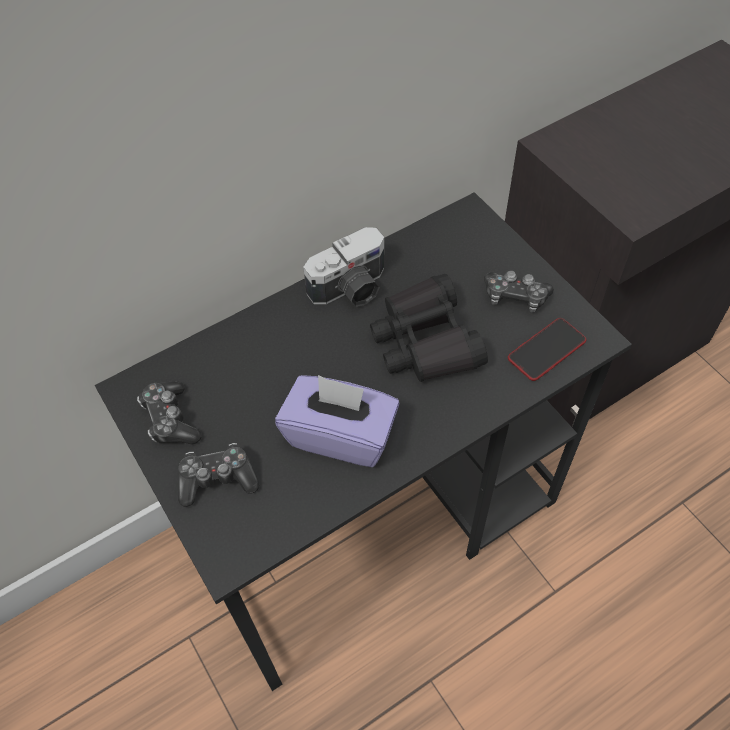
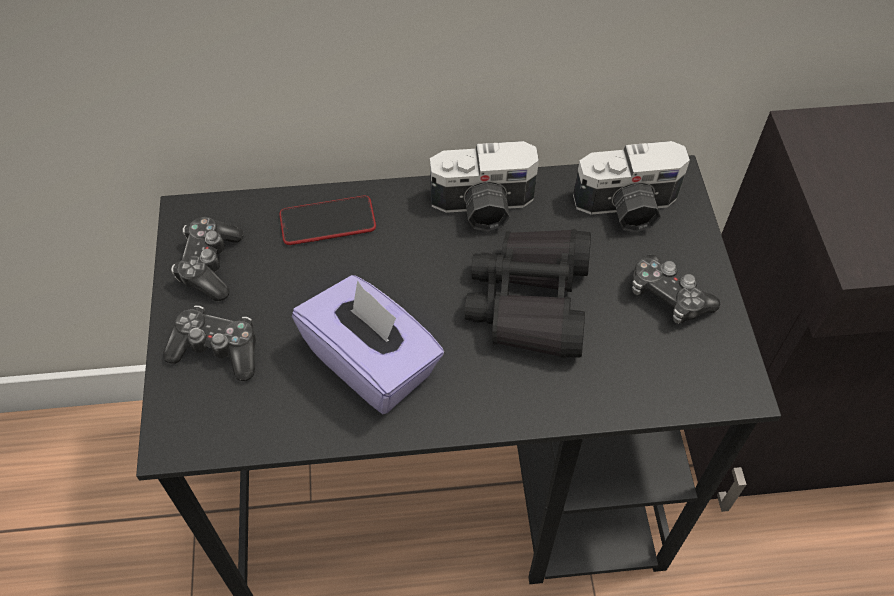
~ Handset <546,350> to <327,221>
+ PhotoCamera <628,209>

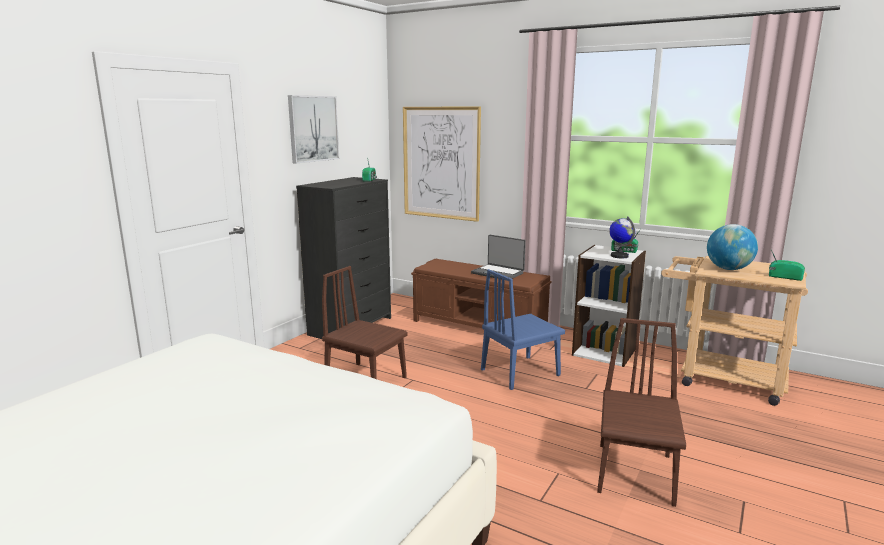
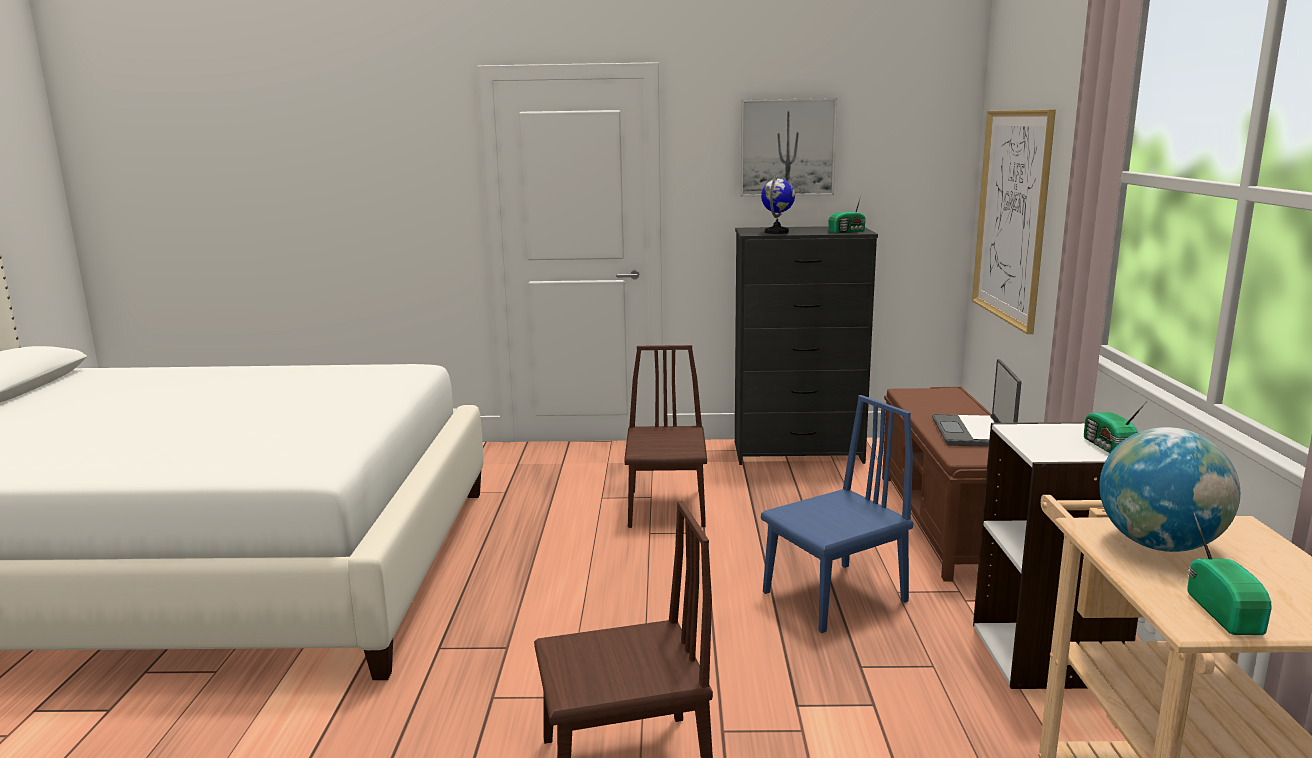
~ Globe <619,256> to <777,232>
~ BlueColouredPlainChair <520,372> = <834,597> 120 degrees clockwise

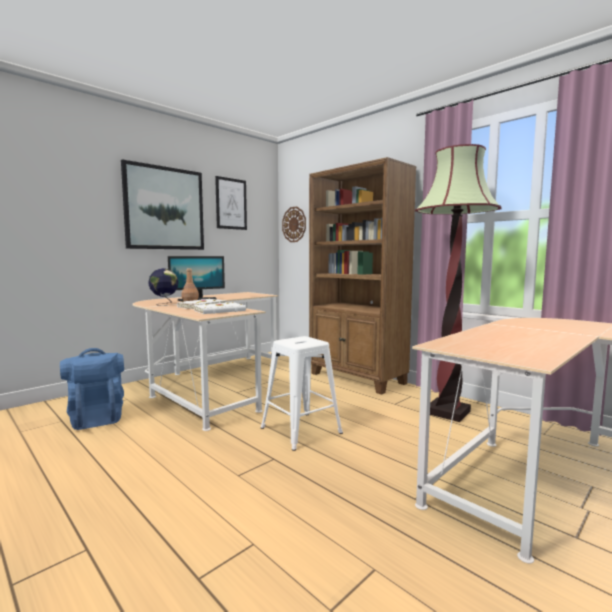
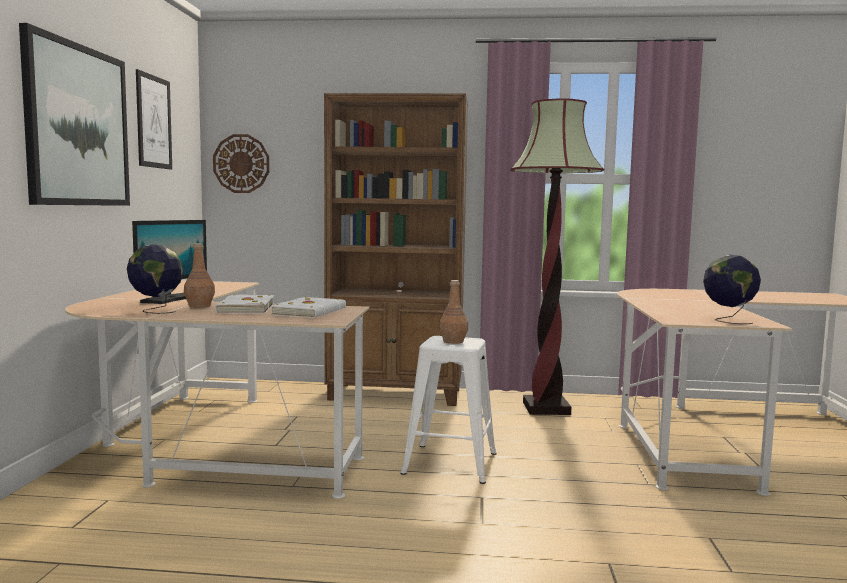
- BlueColouredKnapsack <96,417>
+ Globe <728,320>
+ BrownColouredBottle <453,341>

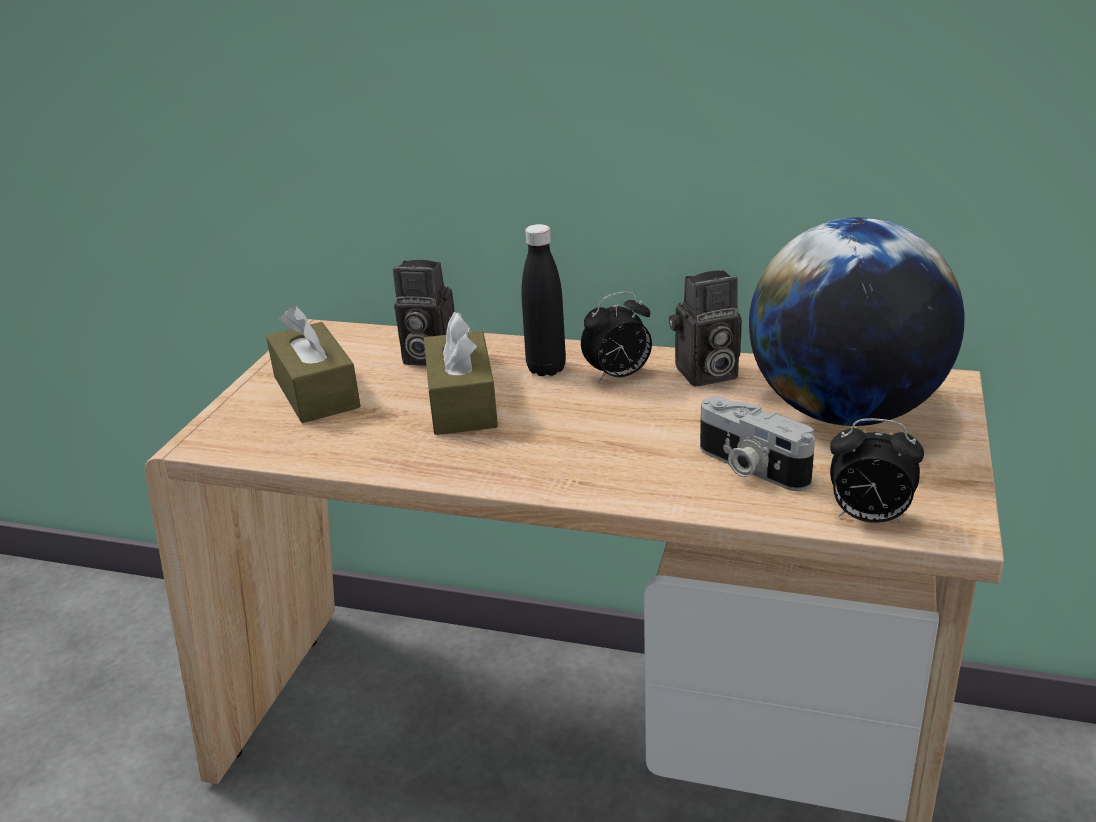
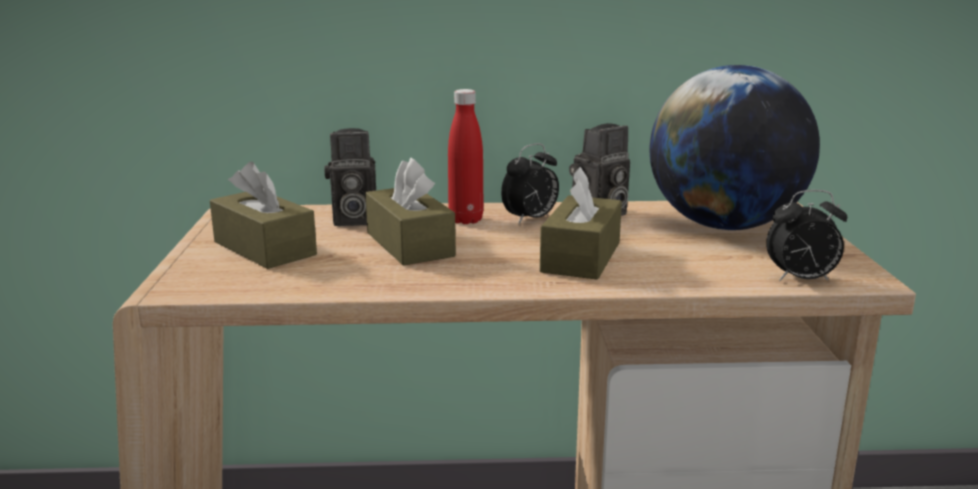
~ BlackishBottle <546,369> to RedColouredBottle <466,220>
- PhotoCamera <749,467>
+ BrownColouredBoxOfTissues <581,257>

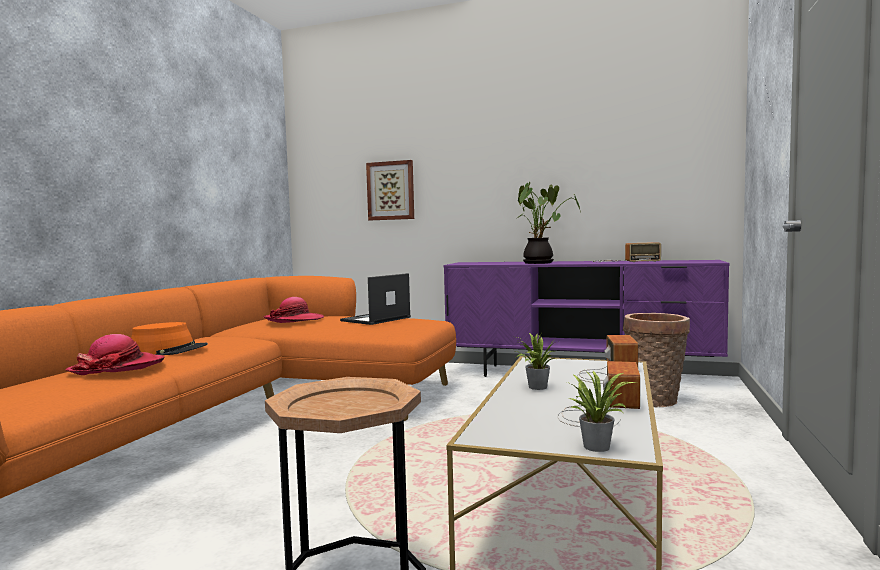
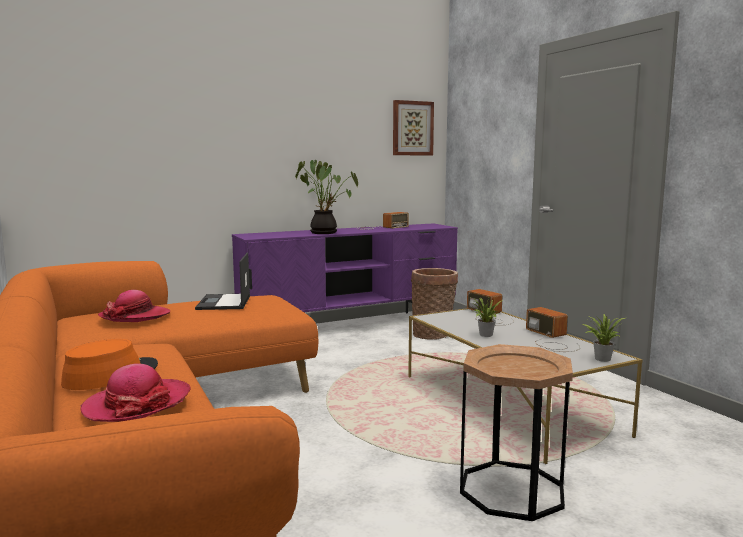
~ Picture <391,190> to <412,128>

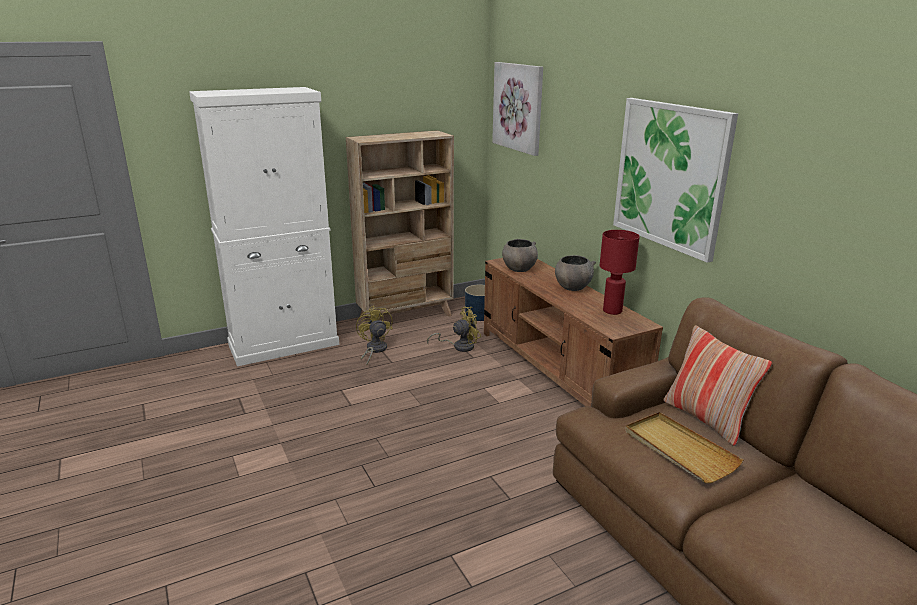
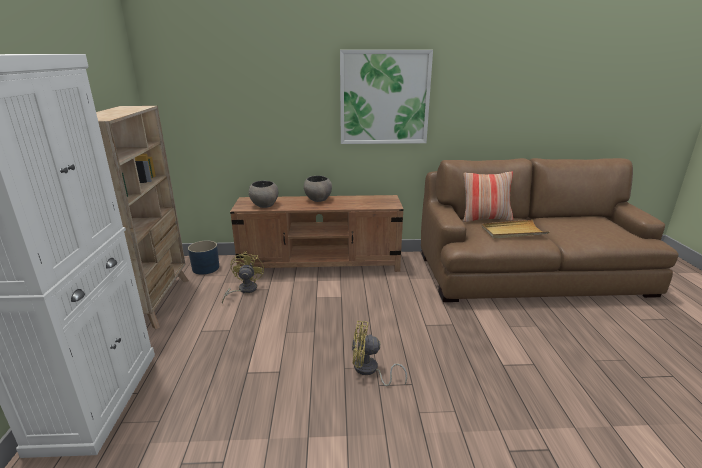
- Picture <518,107>
- RedColouredTabletopLamp <612,311>
~ YellowFan <374,350> to <369,371>

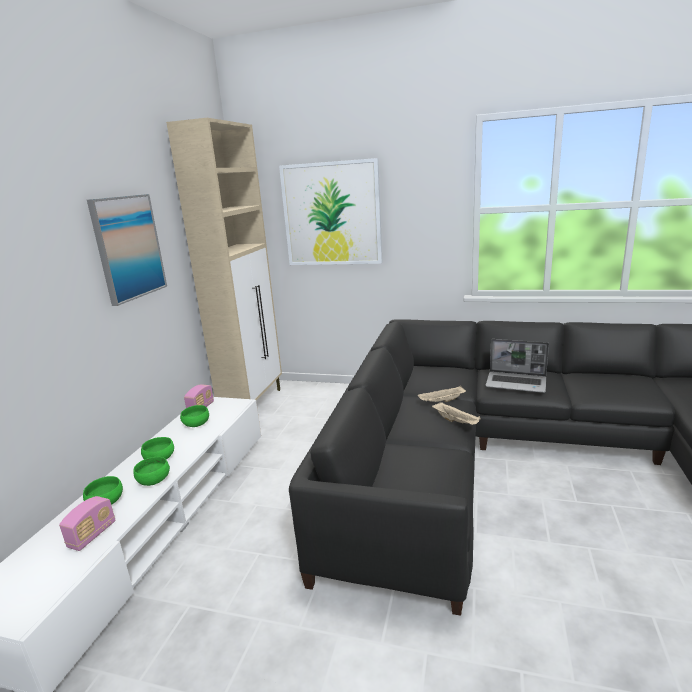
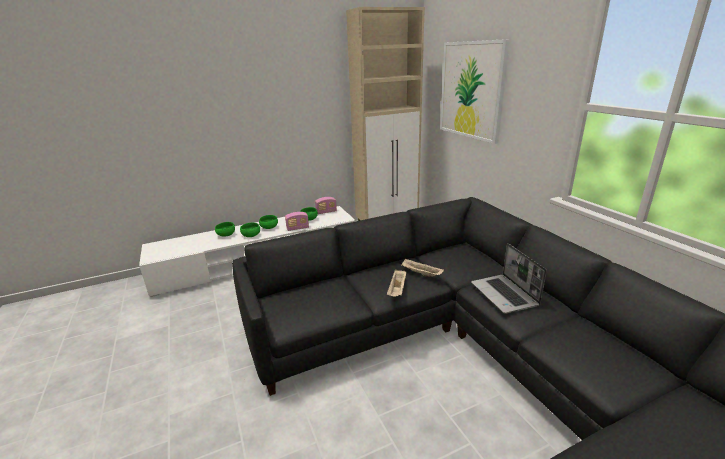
- Picture <128,247>
~ Radio <92,535> to <297,228>

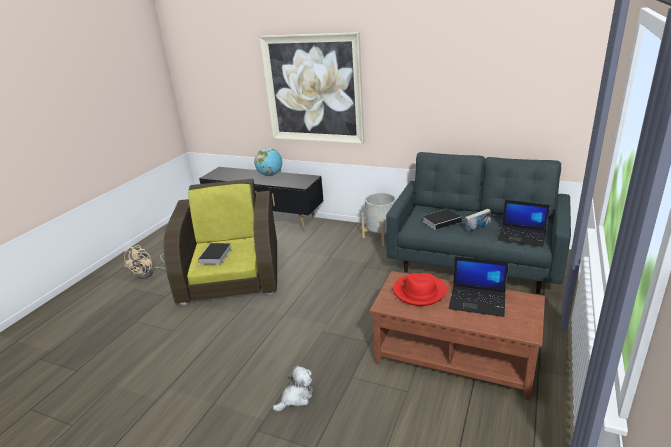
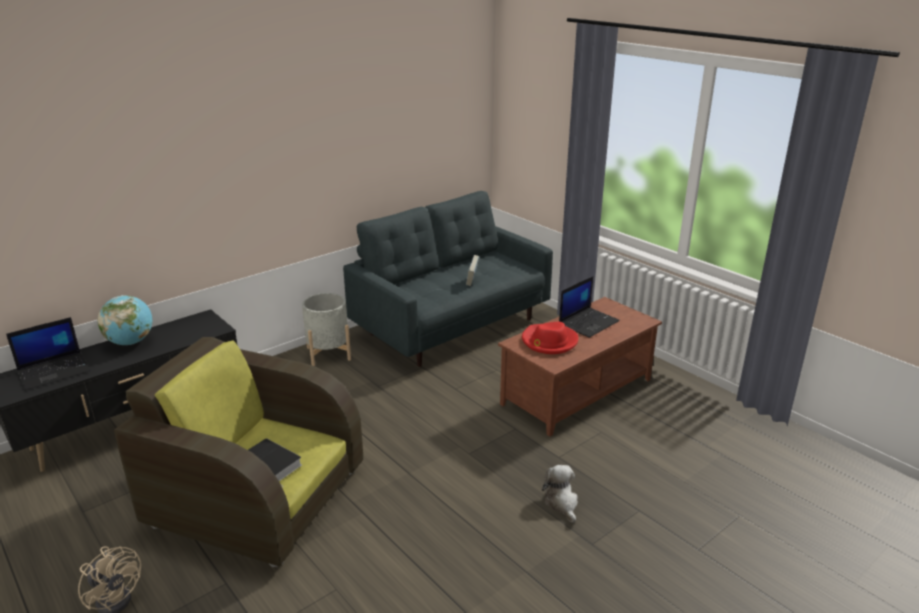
- Picture <313,89>
~ NotebookComputer <522,236> to <55,371>
- BoundBook <442,221>

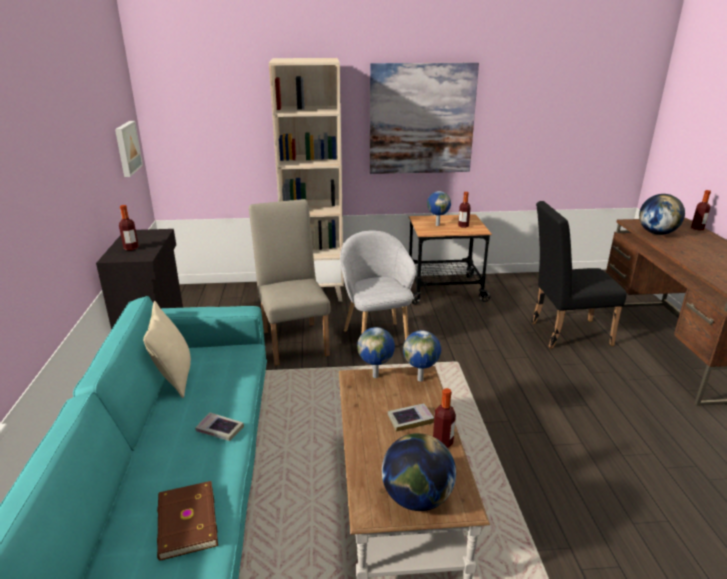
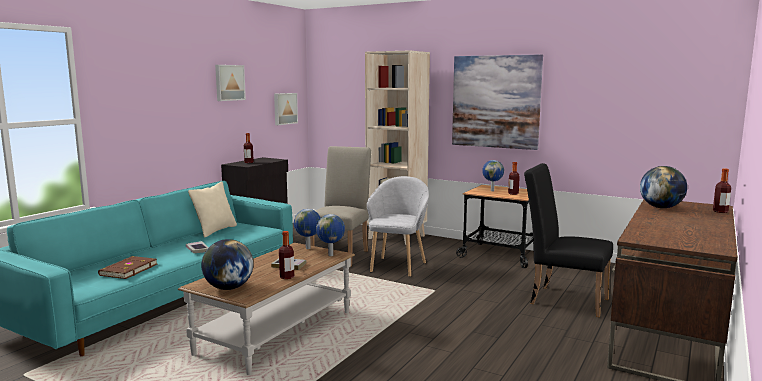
+ Picture <229,82>

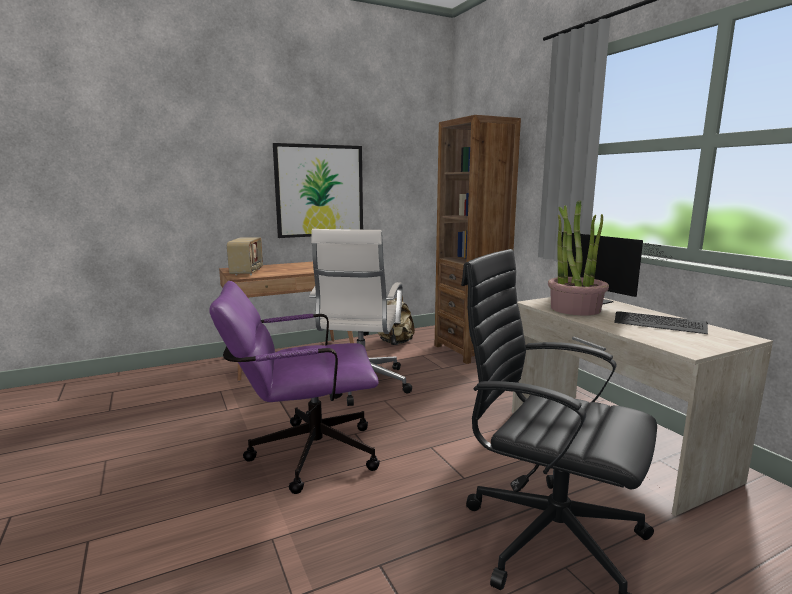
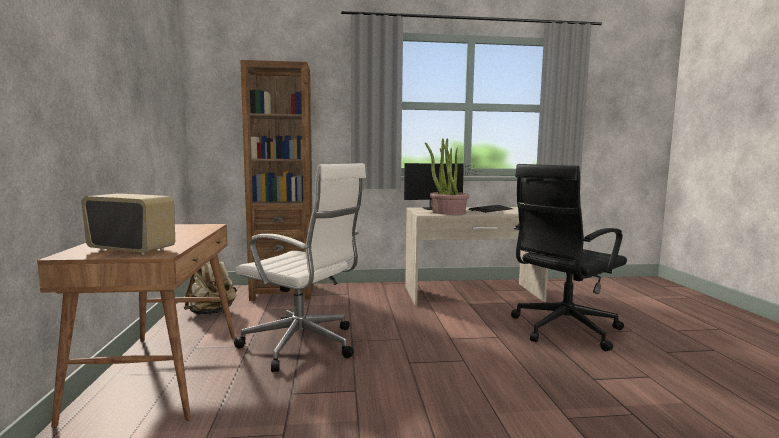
- Picture <319,191>
- PurplishOfficeChair <303,454>

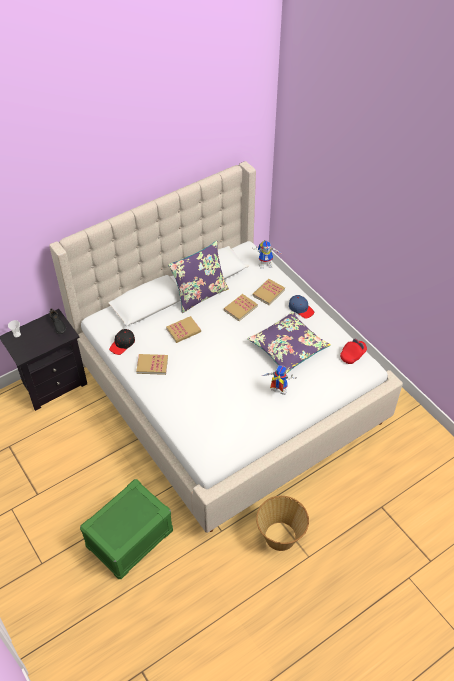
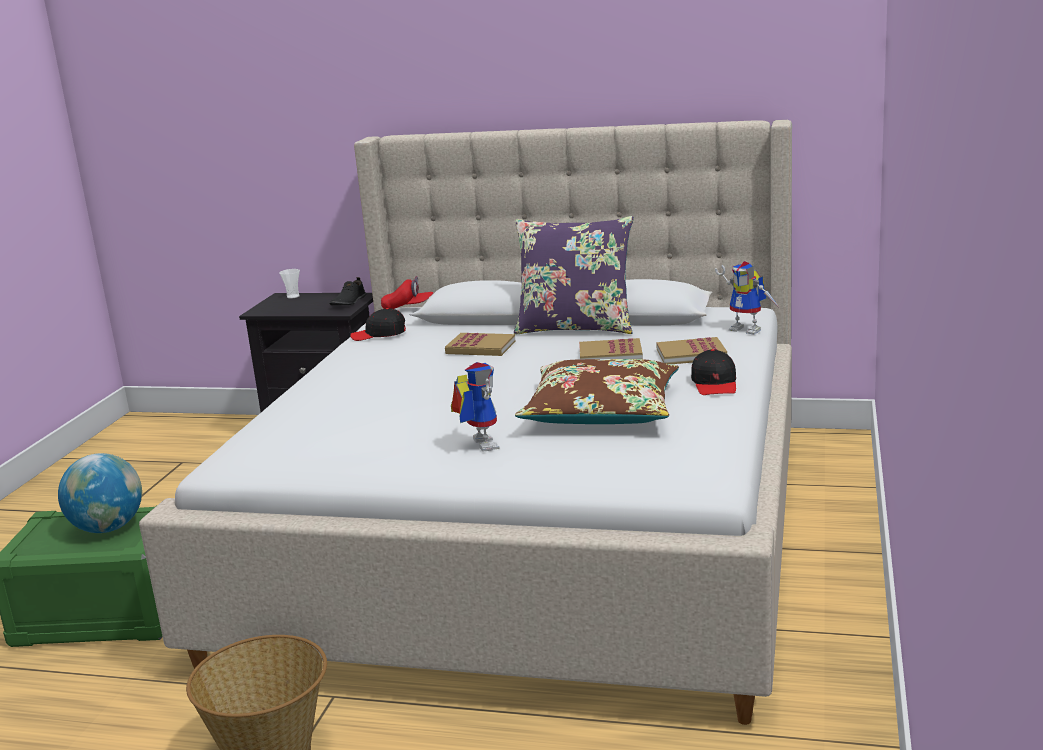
~ BlueColouredPeakedCap <301,309> to BlackishPeakedCap <715,384>
~ PurplishCushion <288,347> to BrownColouredCushion <601,411>
~ RedColouredPeakedCap <352,355> to <408,308>
- BoundBook <152,365>
+ Globe <108,528>

